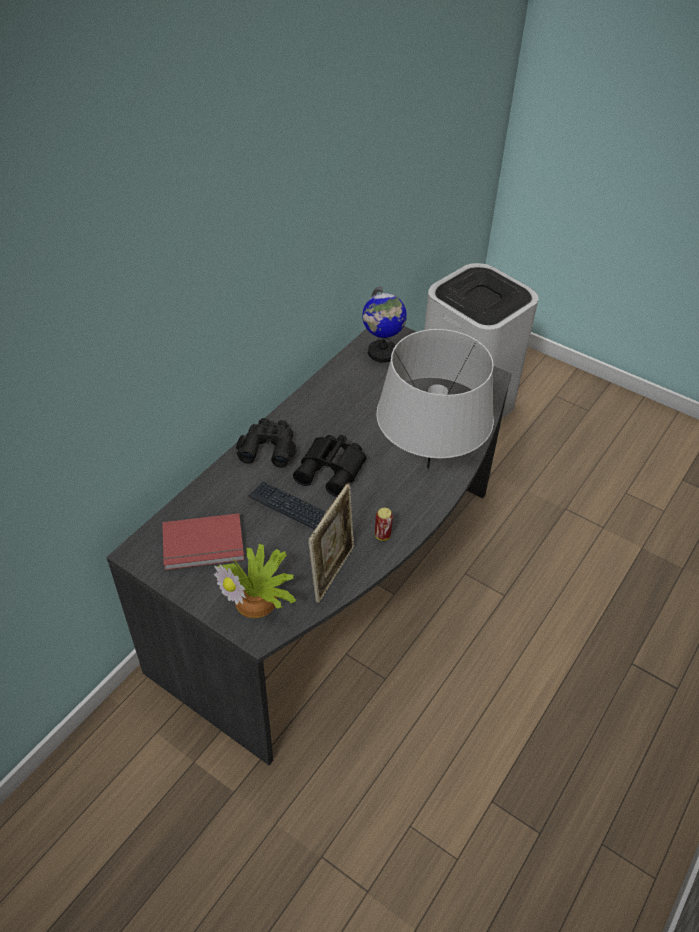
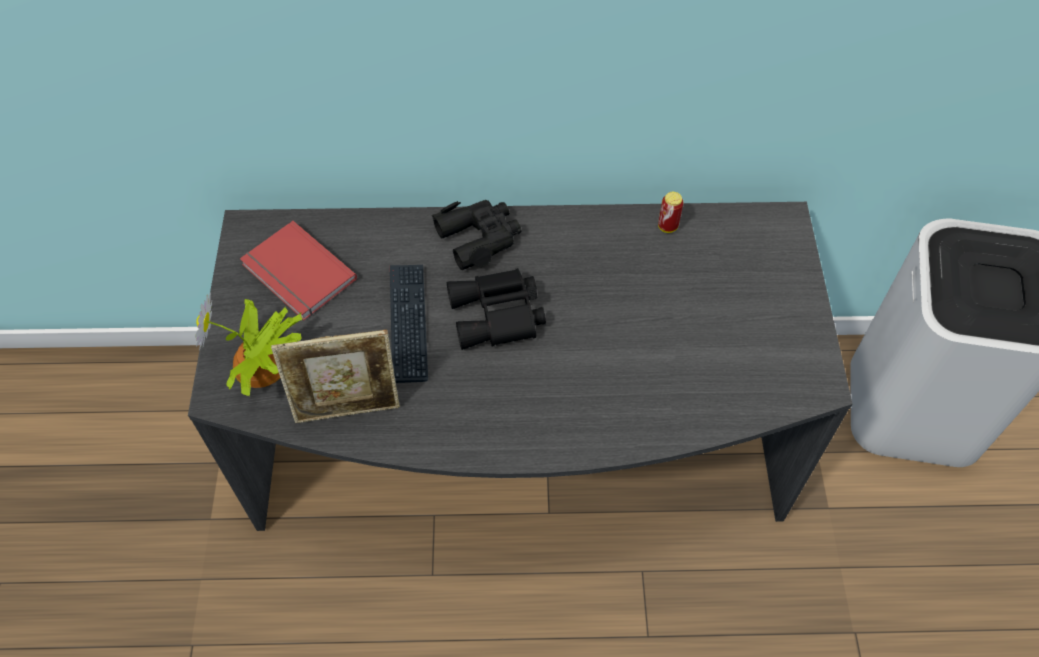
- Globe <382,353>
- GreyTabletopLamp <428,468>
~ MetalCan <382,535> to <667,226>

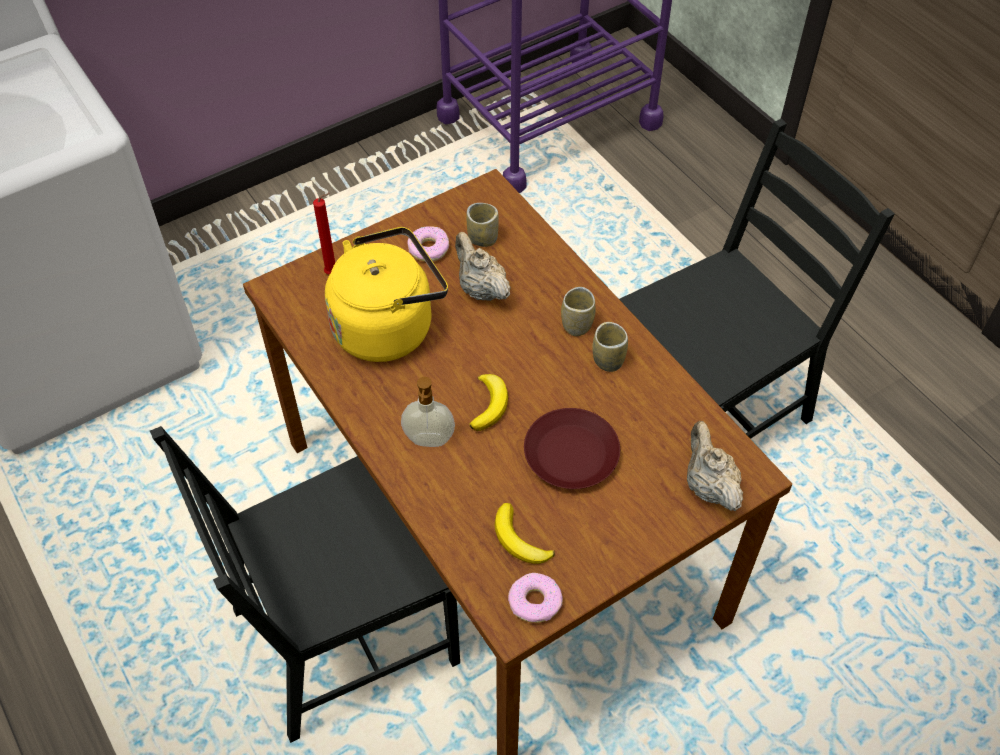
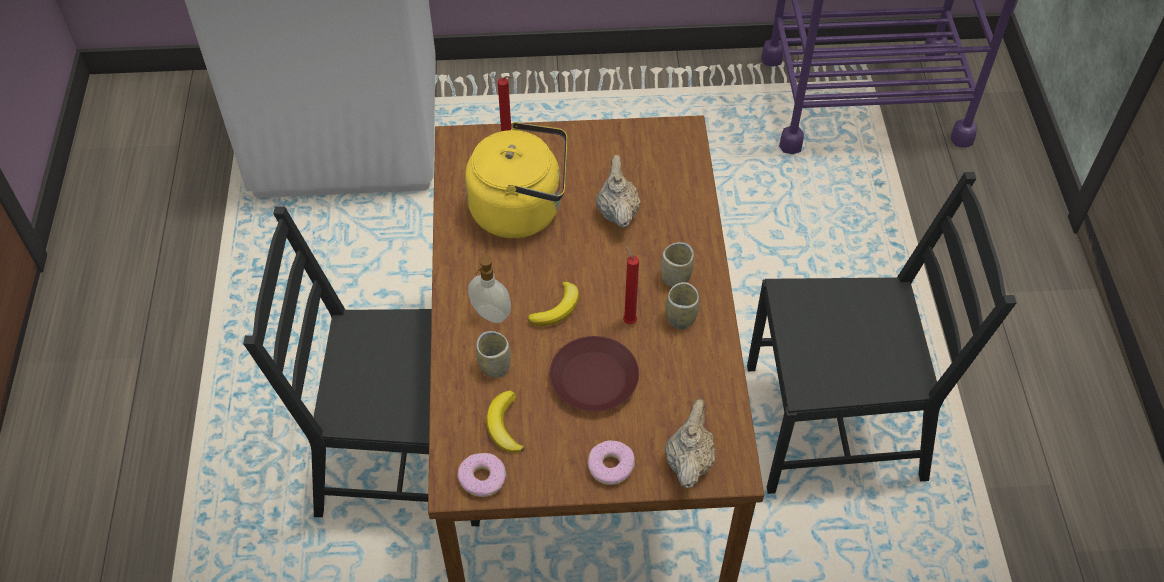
~ DrinkingCup <482,238> to <494,366>
~ RingDoughnut <428,249> to <610,466>
+ RedColouredCandle <628,320>

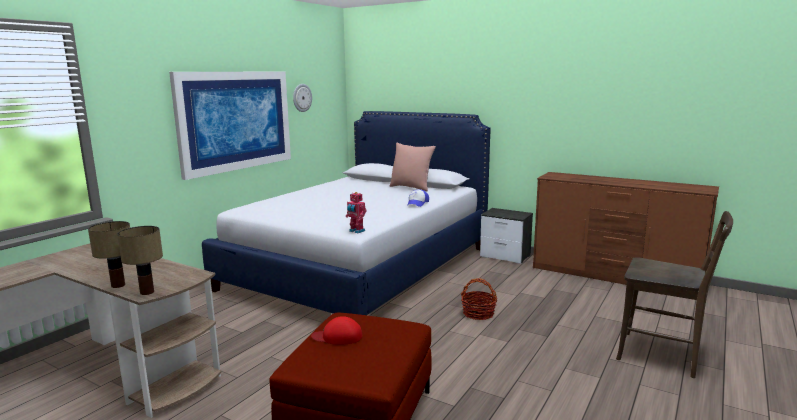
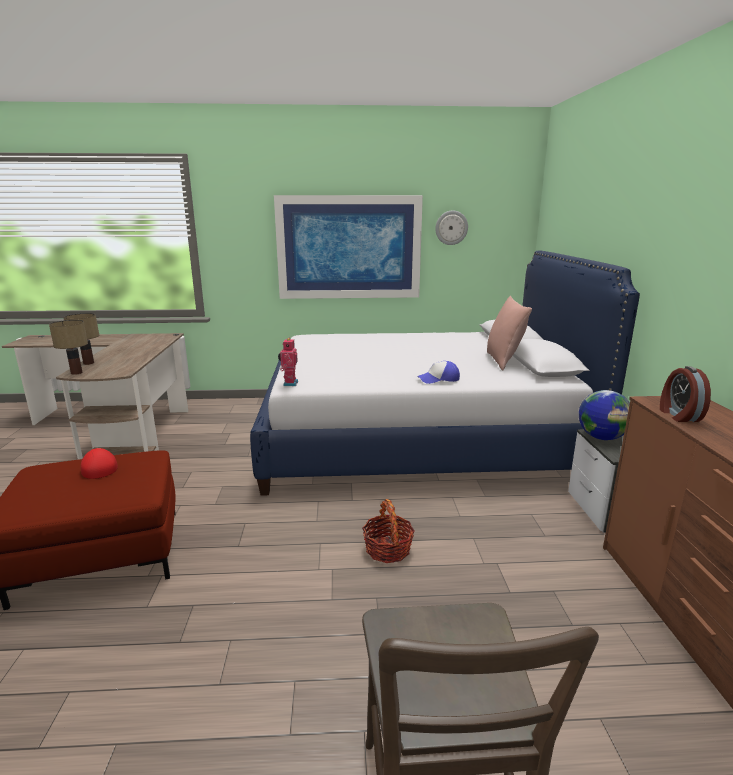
+ TableClock <678,415>
+ Globe <601,437>

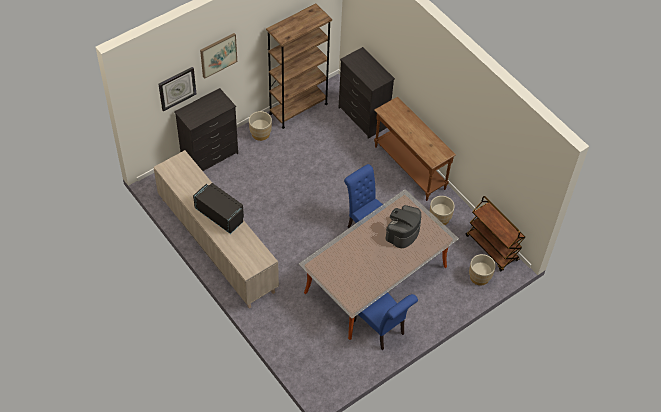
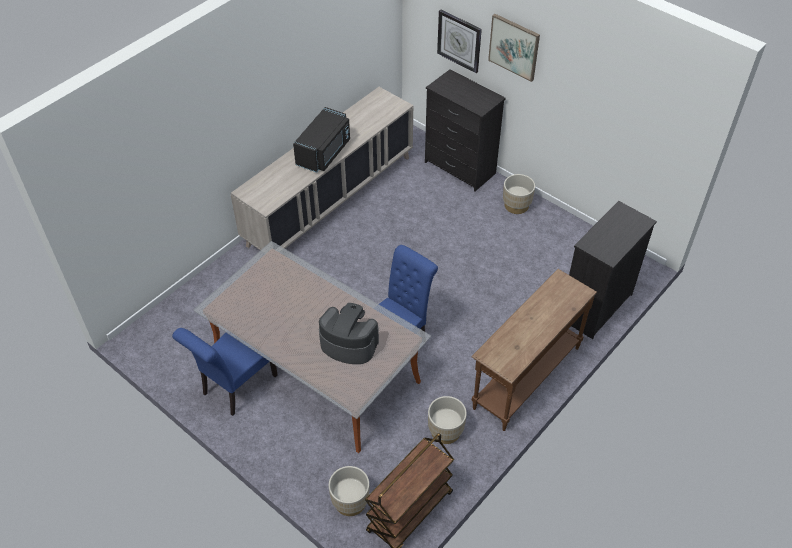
- BrownColouredShelvingUnit <298,108>

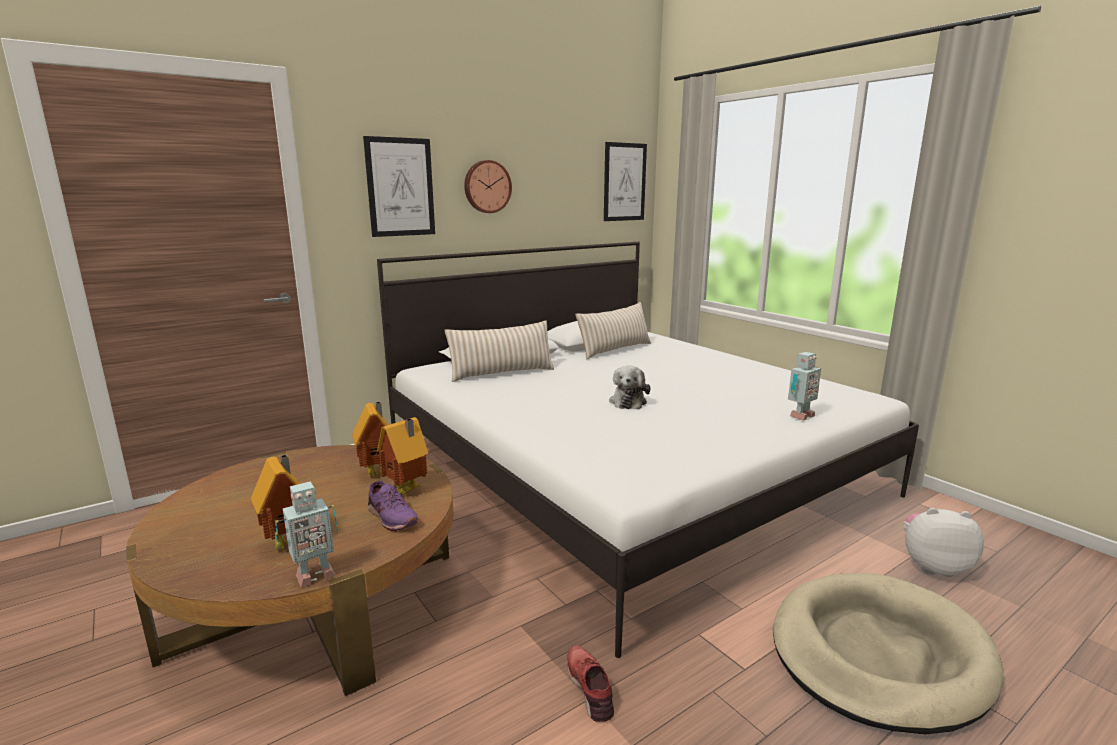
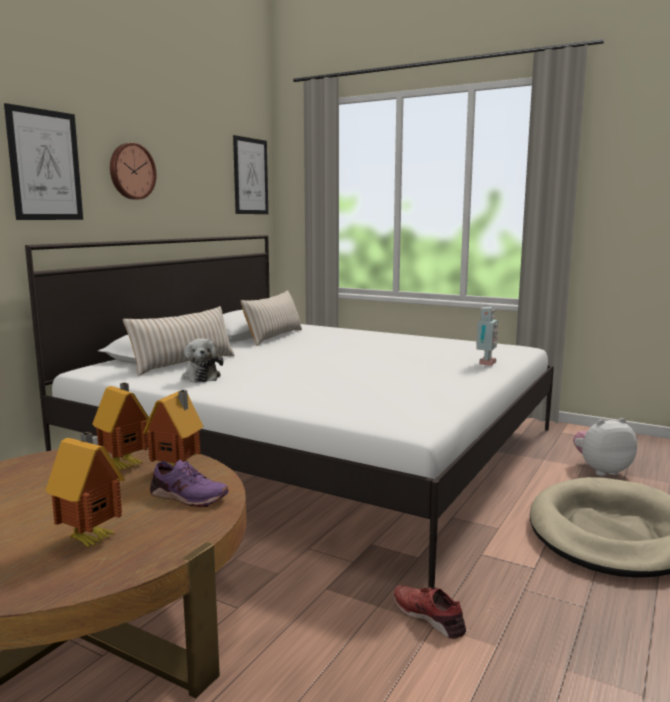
~ CuddlyToy <628,401> to <201,376>
- ModelRobot <313,575>

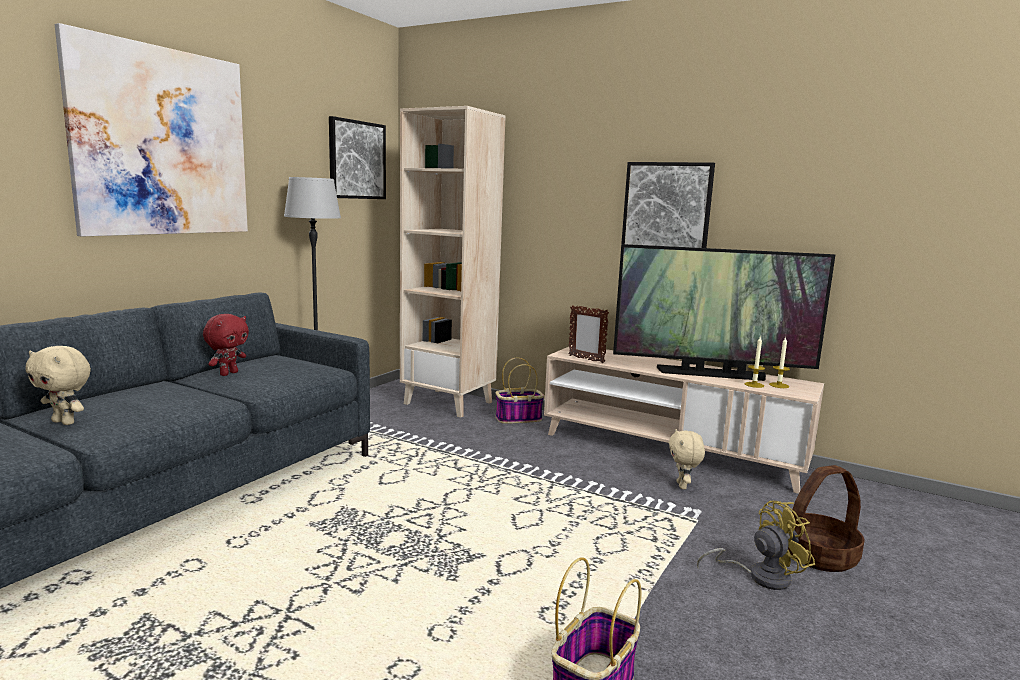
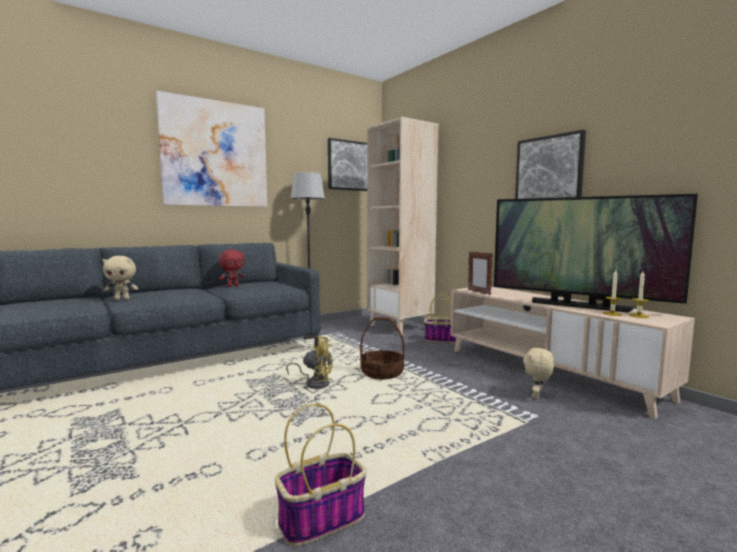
~ BeigeCuddlyToy <65,422> = <122,299> 60 degrees counterclockwise
~ StorageBasket <819,556> to <381,373>
~ YellowFan <760,576> to <315,383>

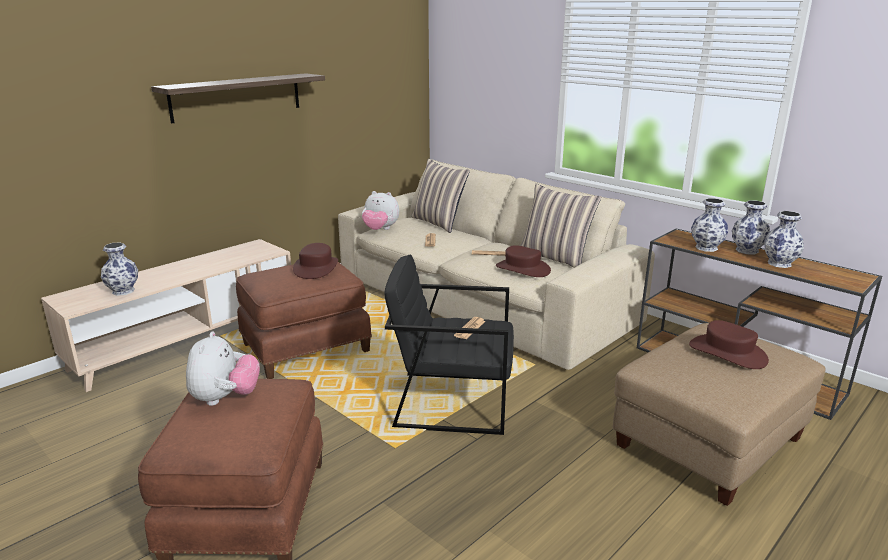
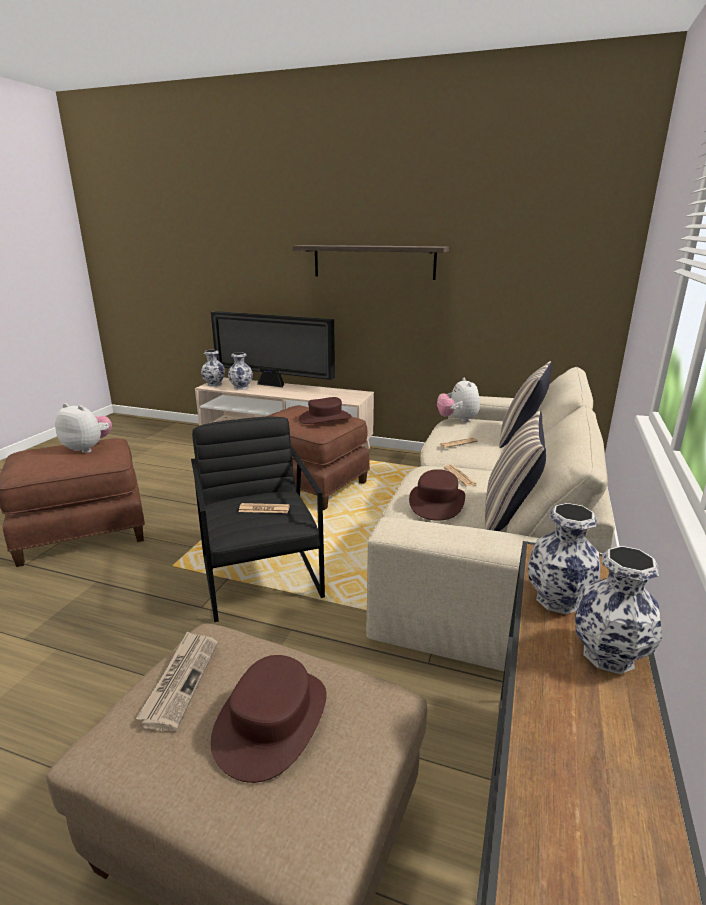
~ DecorativeVase <778,263> to <214,384>
~ CuddlyToy <225,398> = <88,448> 135 degrees counterclockwise
+ TvSet <273,385>
+ DailyPaper <180,680>

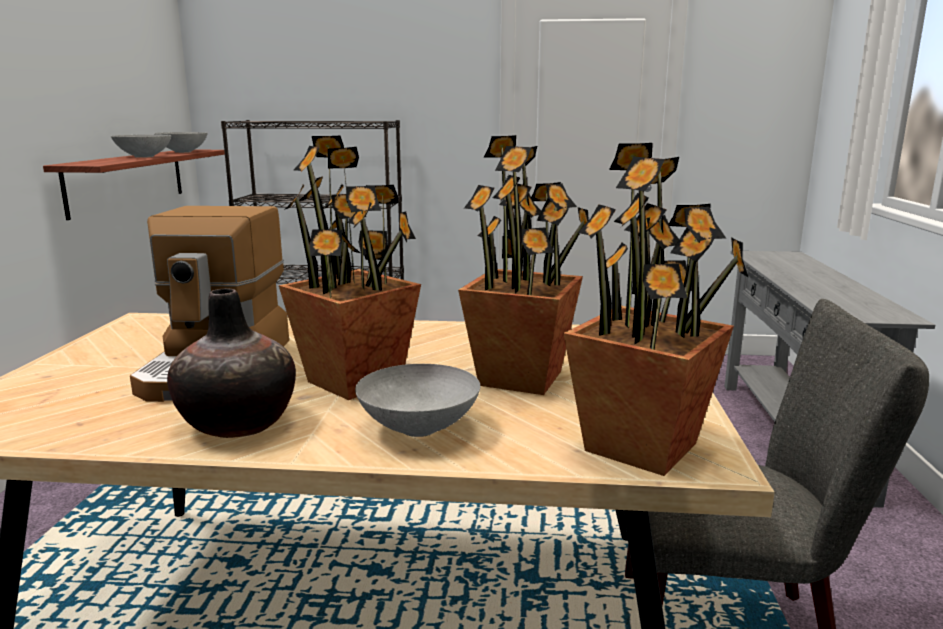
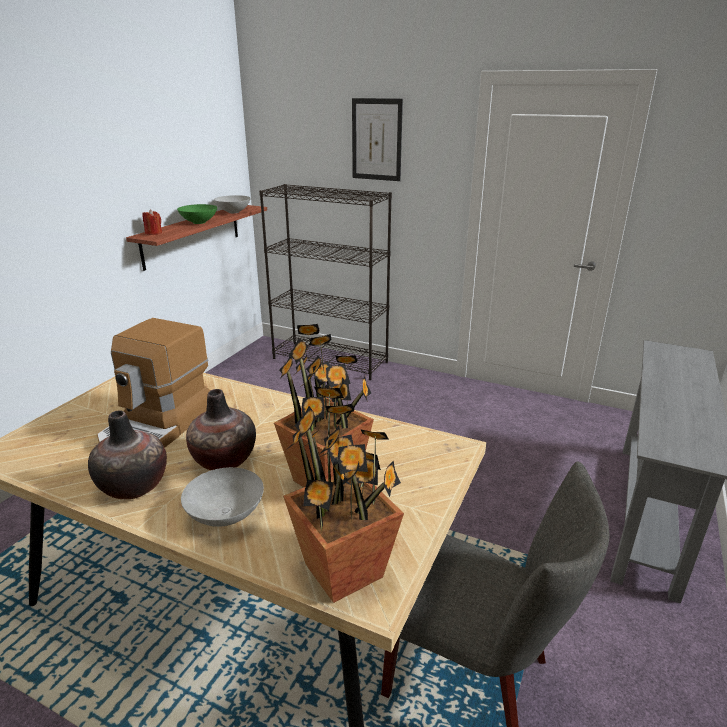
~ GreyServingBowl <143,157> to GreenColouredServingBowl <198,222>
~ PlantInAPot <356,381> to DecorativeVase <224,459>
+ Picture <376,140>
+ RedColouredCandle <153,233>

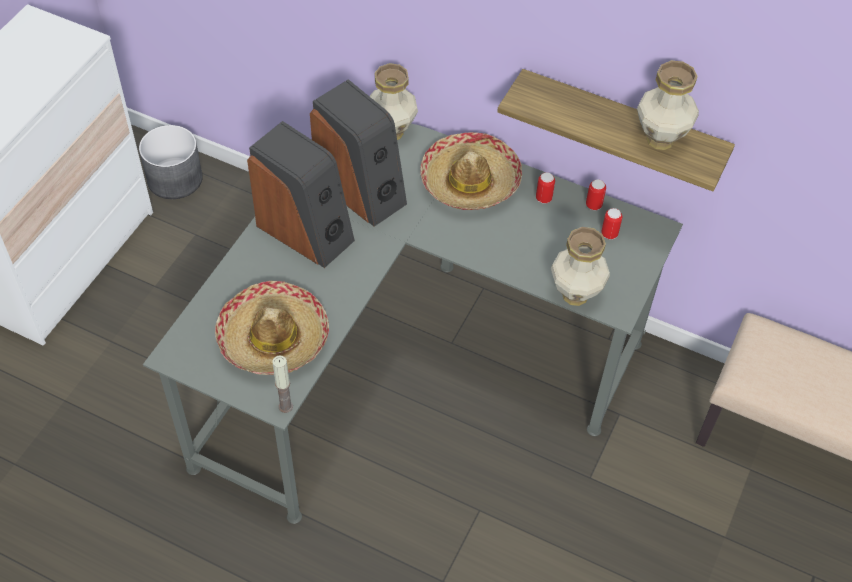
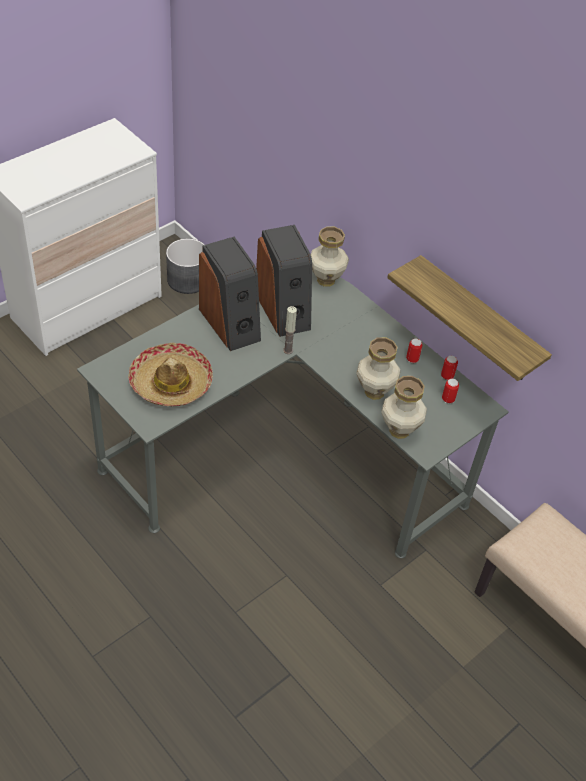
~ DecorativeVase <659,139> to <374,391>
- Hat <470,181>
~ Candle <285,406> to <288,350>

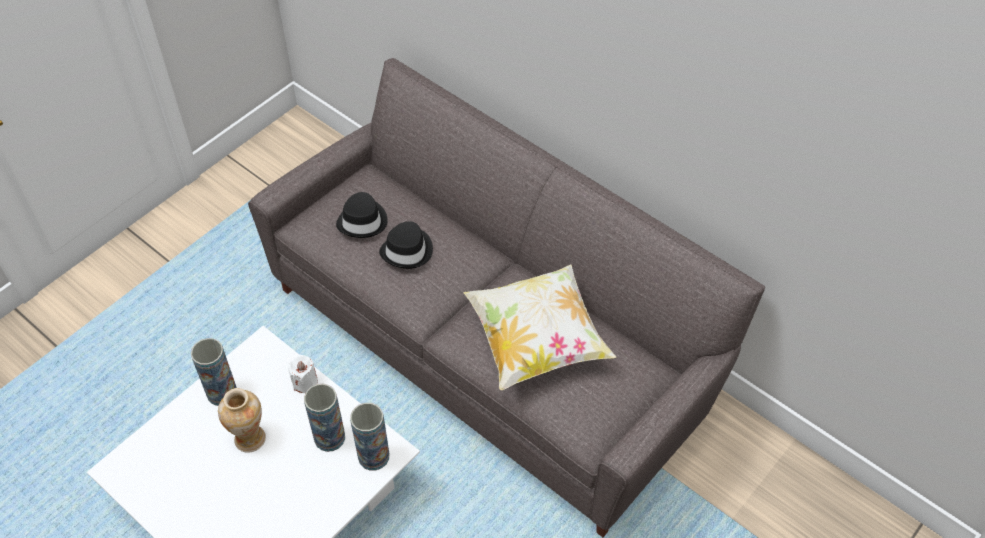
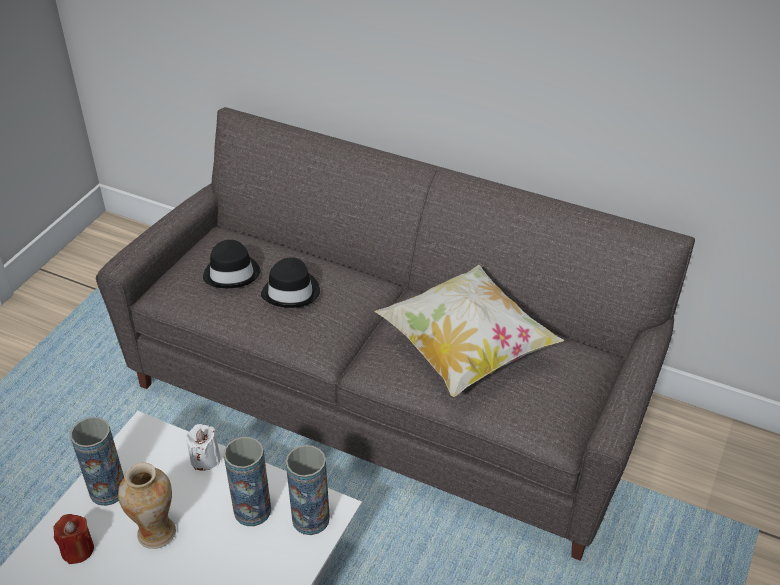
+ RedColouredCandle <77,550>

